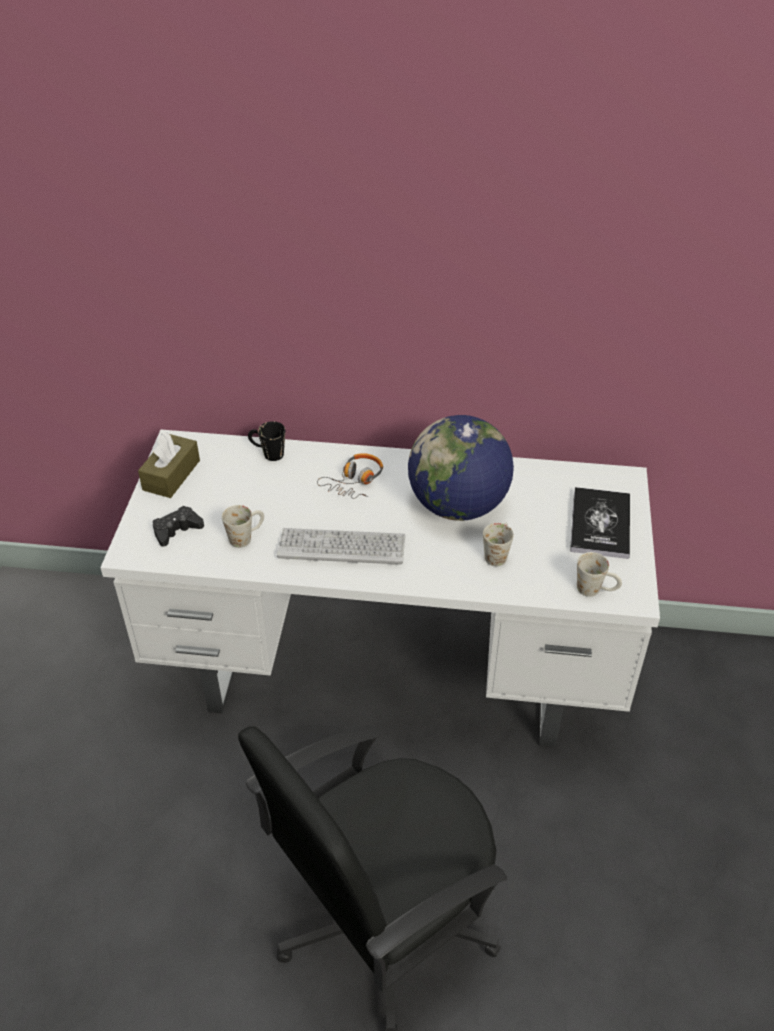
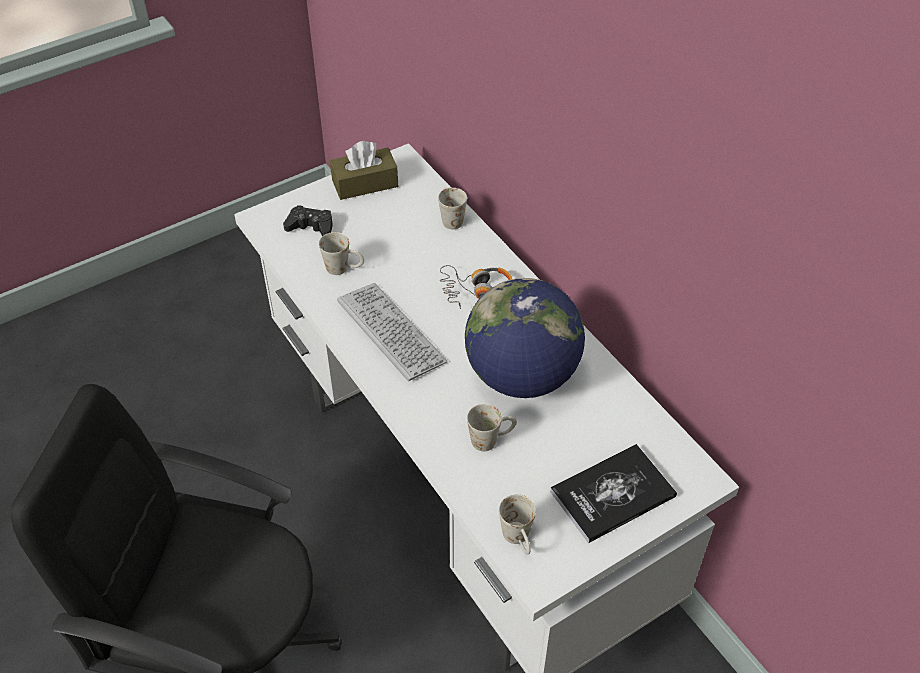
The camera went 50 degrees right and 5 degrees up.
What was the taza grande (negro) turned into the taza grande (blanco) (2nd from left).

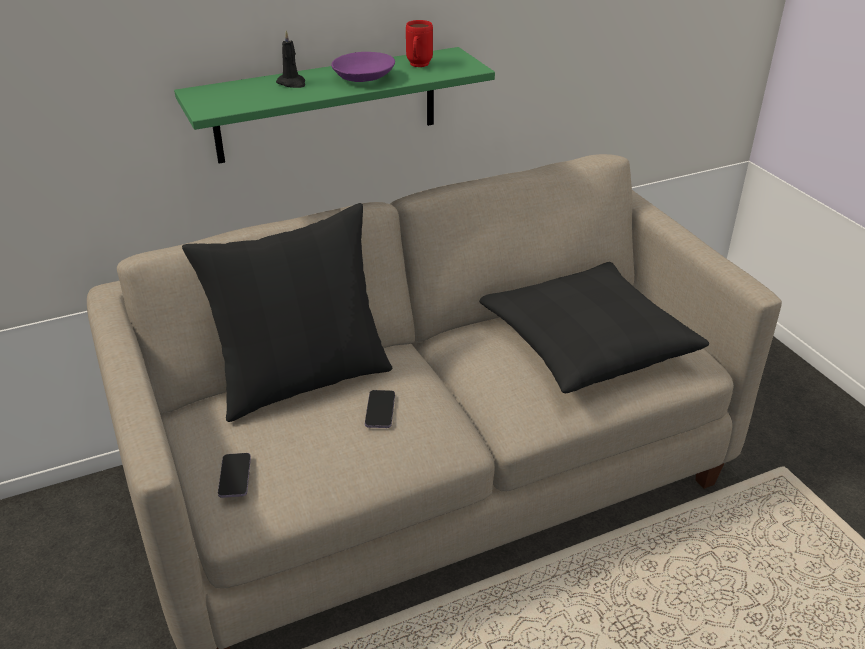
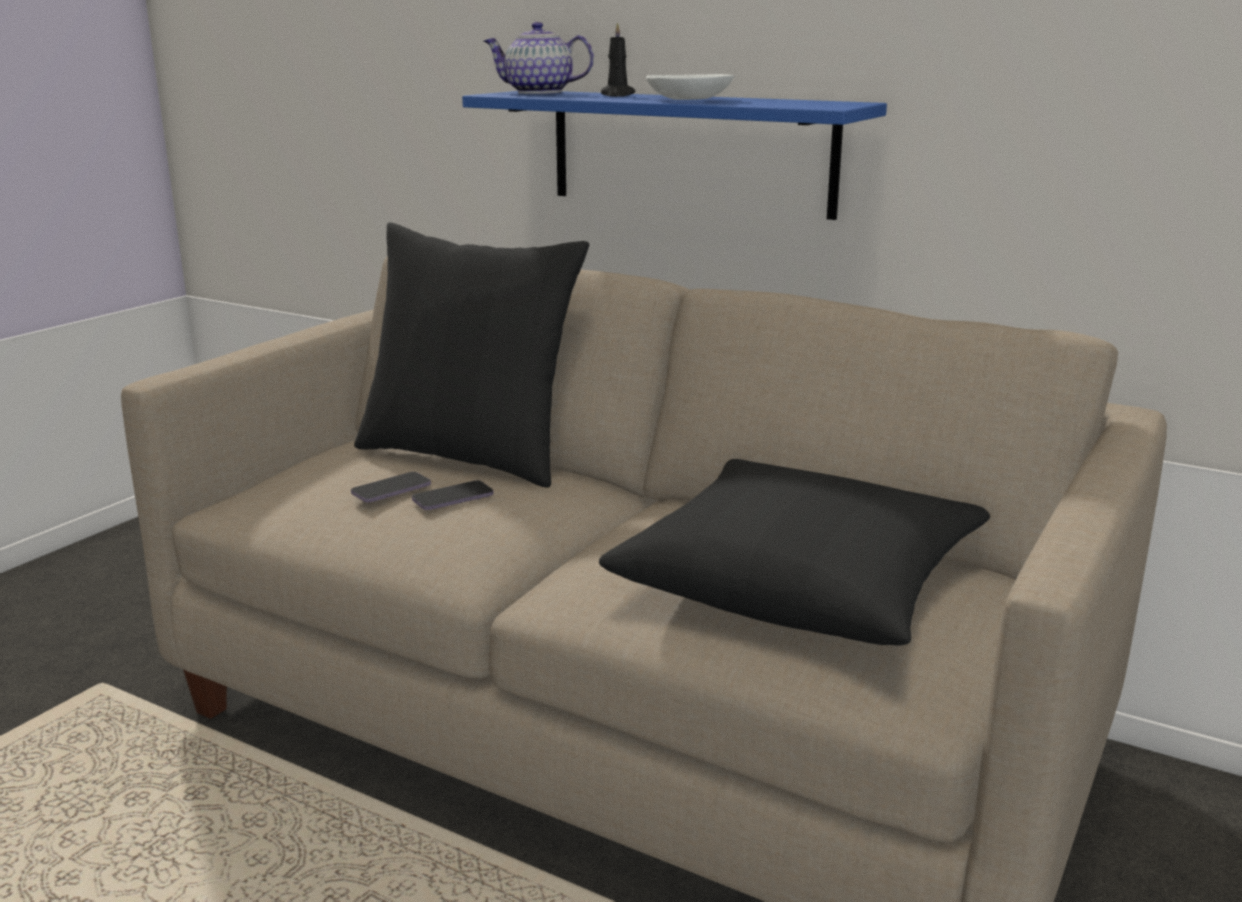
The camera went 55 degrees right and 15 degrees down.
What was the estante (verde) turned into the estante (azul).
The móvil (1st from left) ended up elsewhere.
What was the cuenco (morado) turned into the cuenco (blanco).
The second view lost the taza grande (rojo).
The second view gained the tetera.

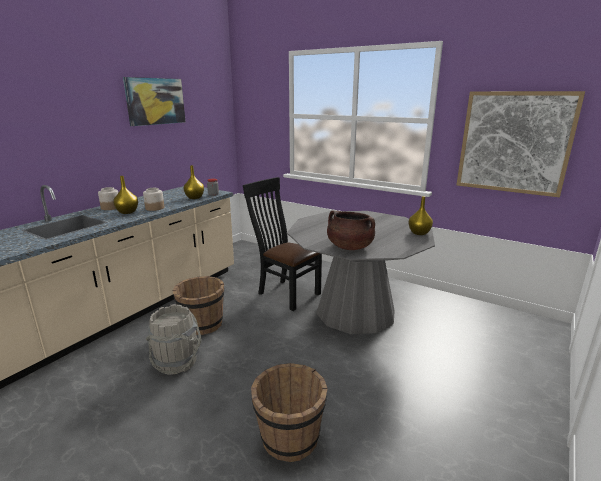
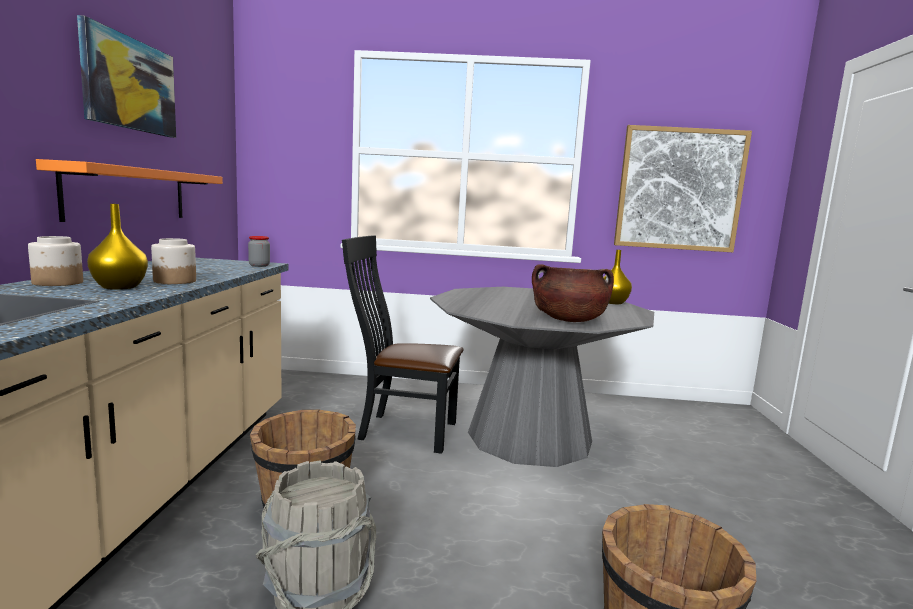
The camera went 30 degrees left and 10 degrees down.
The second view lost the florero (amarillo) (2nd from left).
The second view gained the estante (naranja).

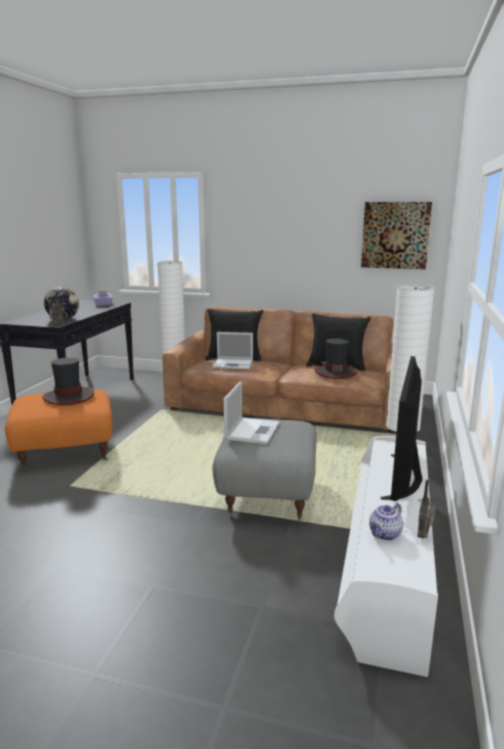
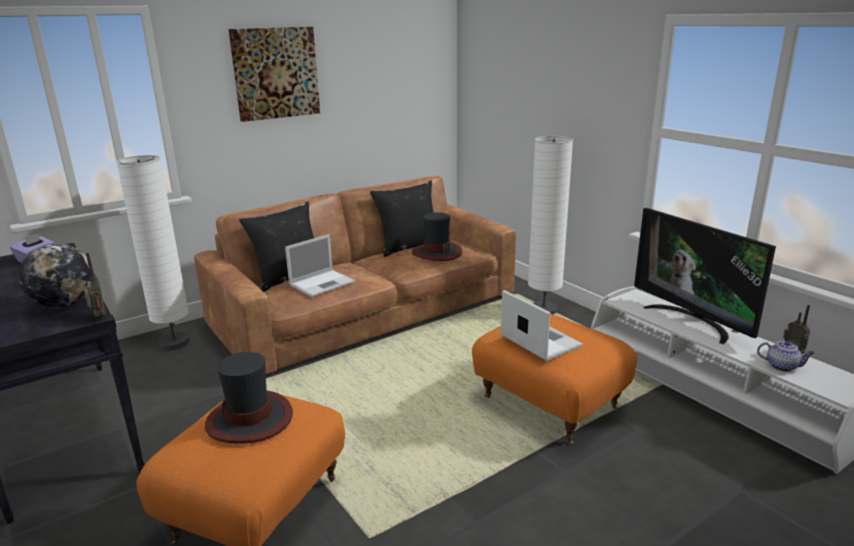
The camera went 50 degrees left and 5 degrees up.
What was the puf (gris) turned into the puf (naranja) (2nd from left).
The cuadro ended up elsewhere.
The tetera ended up facing another way, 60 degrees counterclockwise from before.

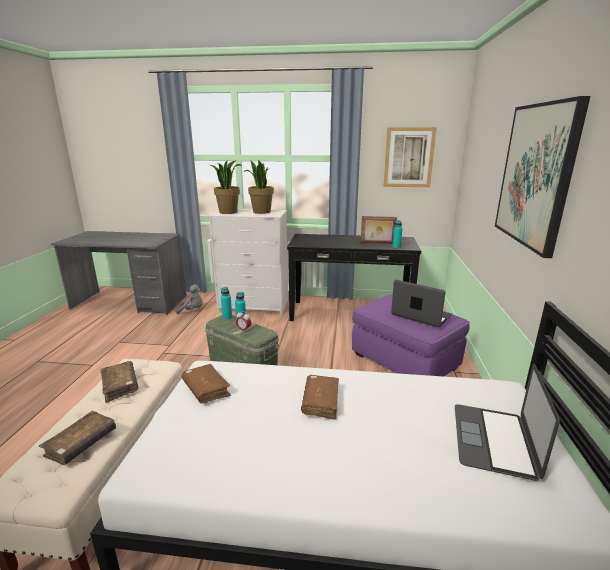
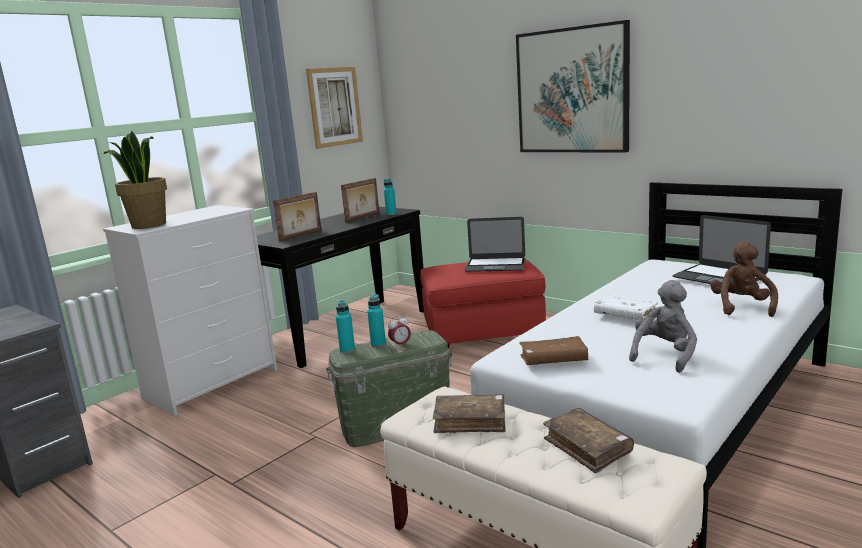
The camera went 55 degrees left and 5 degrees down.
The peluche (gris) ended up elsewhere.
The second view lost the planta en maceta (2nd from left).
What was the libro (marrón) (4th from left) turned into the libro (blanco).
What was the puf (morado) turned into the puf (rojo).
The portátil (1st from left) ended up facing another way, 150 degrees counterclockwise from before.
The second view gained the portarretratos (1st from left).
The second view gained the peluche (marrón).

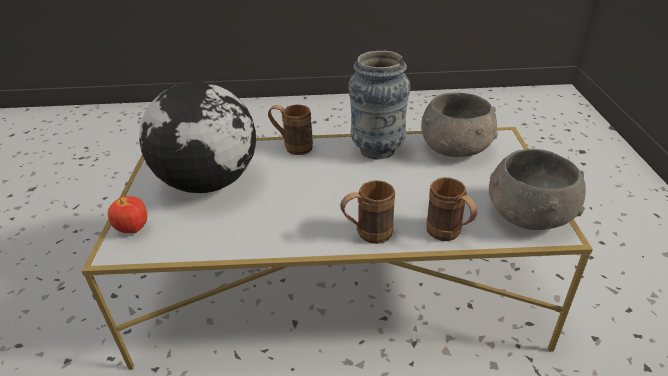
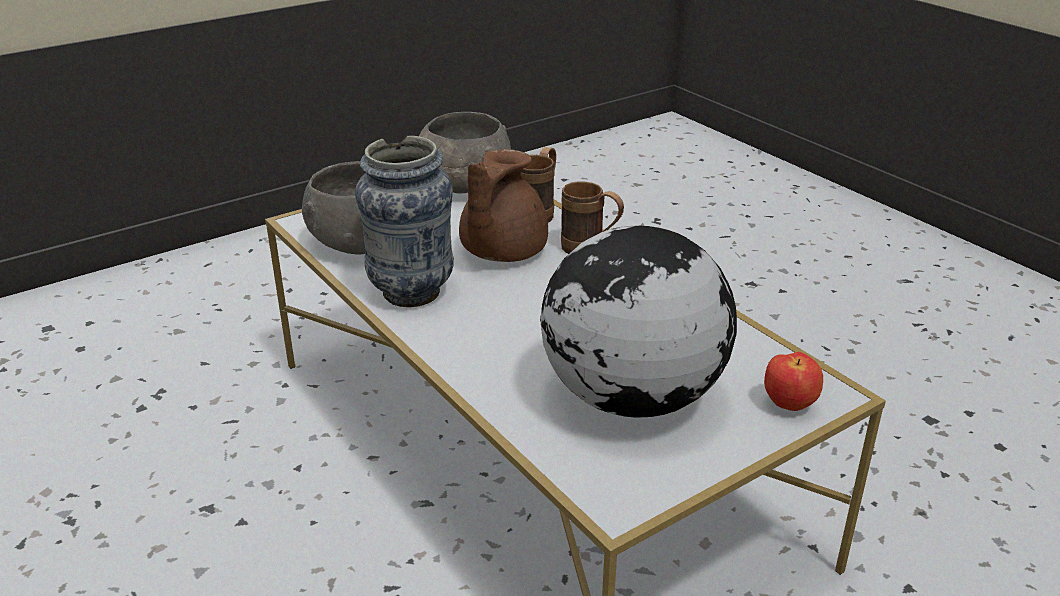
The camera went 125 degrees left and 5 degrees down.
The second view lost the taza grande (marrón) (1st from left).
The second view gained the tetera (marrón).

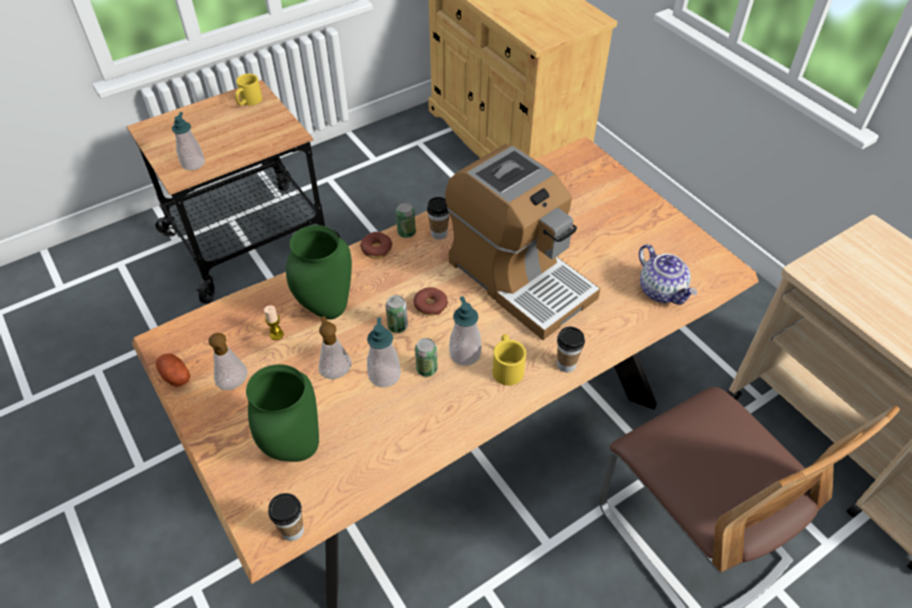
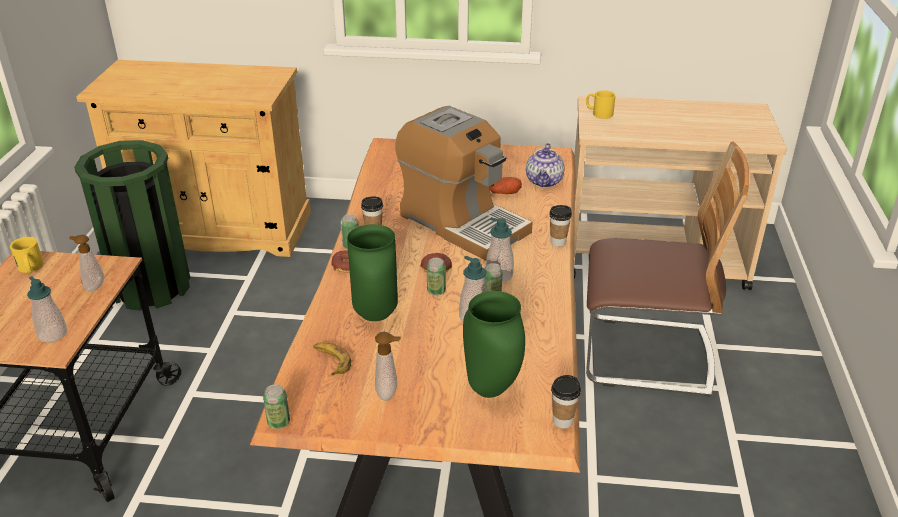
The camera went 50 degrees left and 15 degrees down.
The patata ended up elsewhere.
The second view lost the vela.
The dispensador de jabón (3rd from left in the first image) ended up elsewhere.
The cafetera ended up facing another way, 45 degrees clockwise from before.
The taza grande (amarillo) (2nd from left) ended up elsewhere.
The tetera ended up facing another way, 90 degrees clockwise from before.
The second view gained the papelera (verde).
The second view gained the lata (1st from left).
The second view gained the plátano.

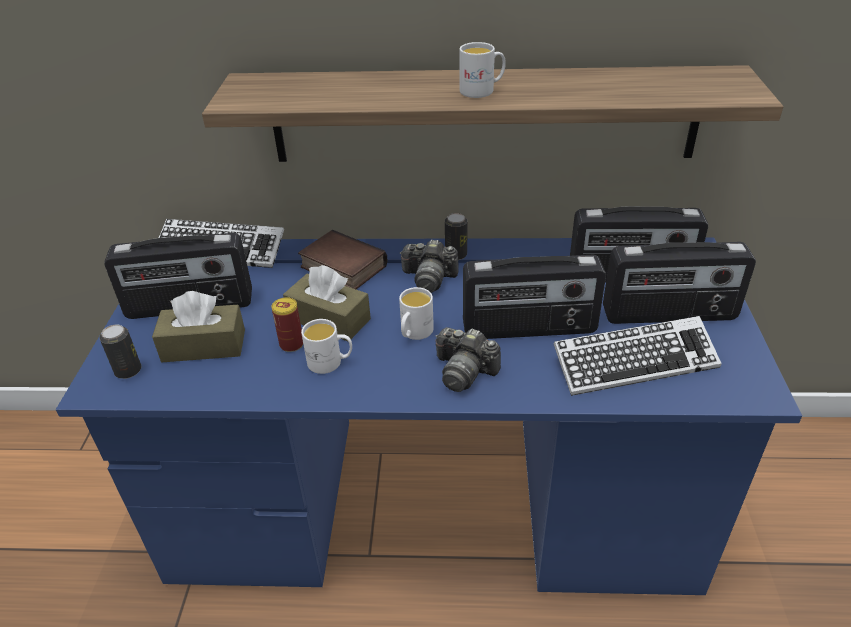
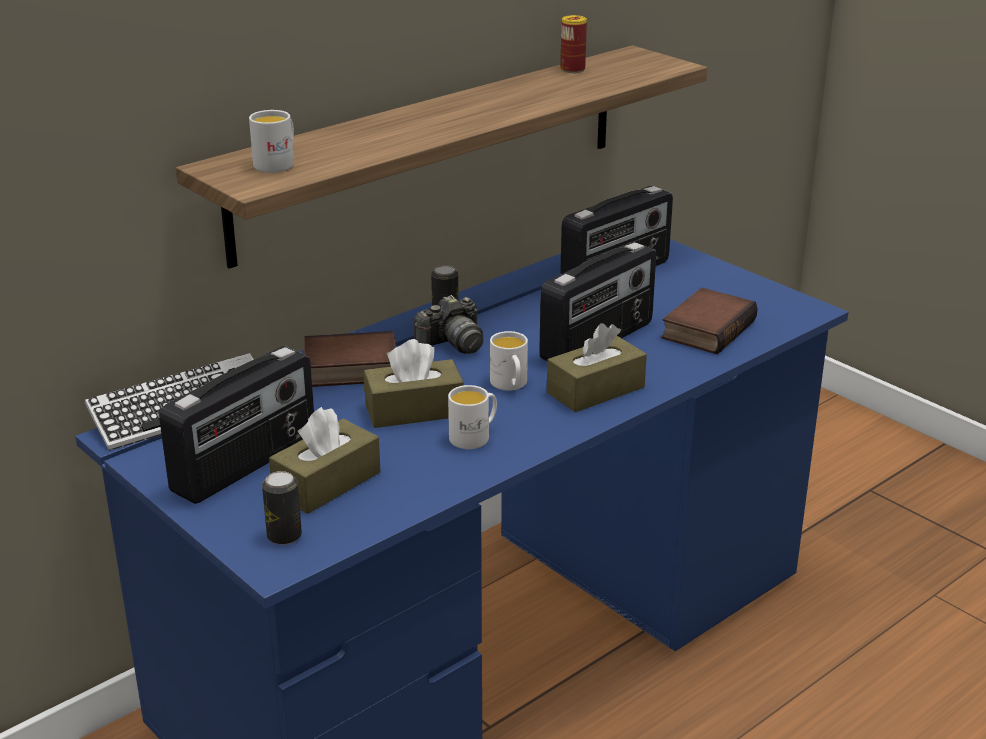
The camera went 45 degrees left and 10 degrees down.
The lata (2nd from left in the first image) ended up elsewhere.
Where the cámara (2nd from left) stood, the caja de pañuelos (marrón) (3rd from left) came to stand.
The taza grande (blanco) (3rd from left in the first image) ended up elsewhere.
Where the teclado (2nd from left) stood, the libro (2nd from left) came to stand.
The second view lost the radio (4th from left).

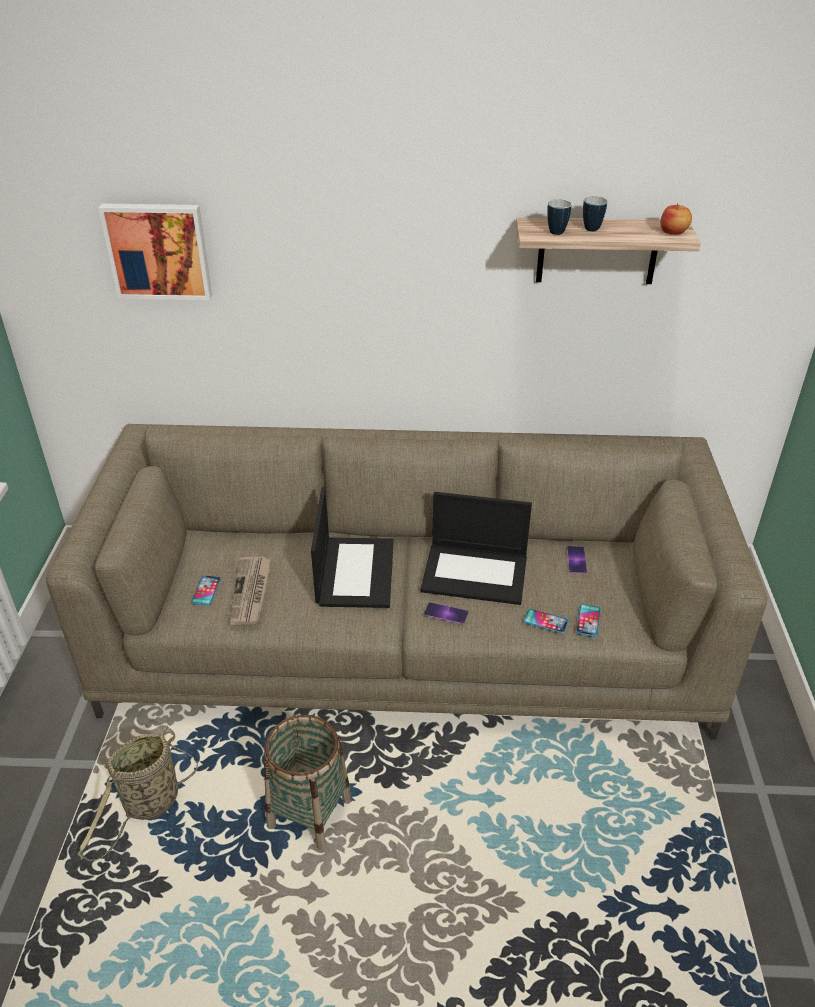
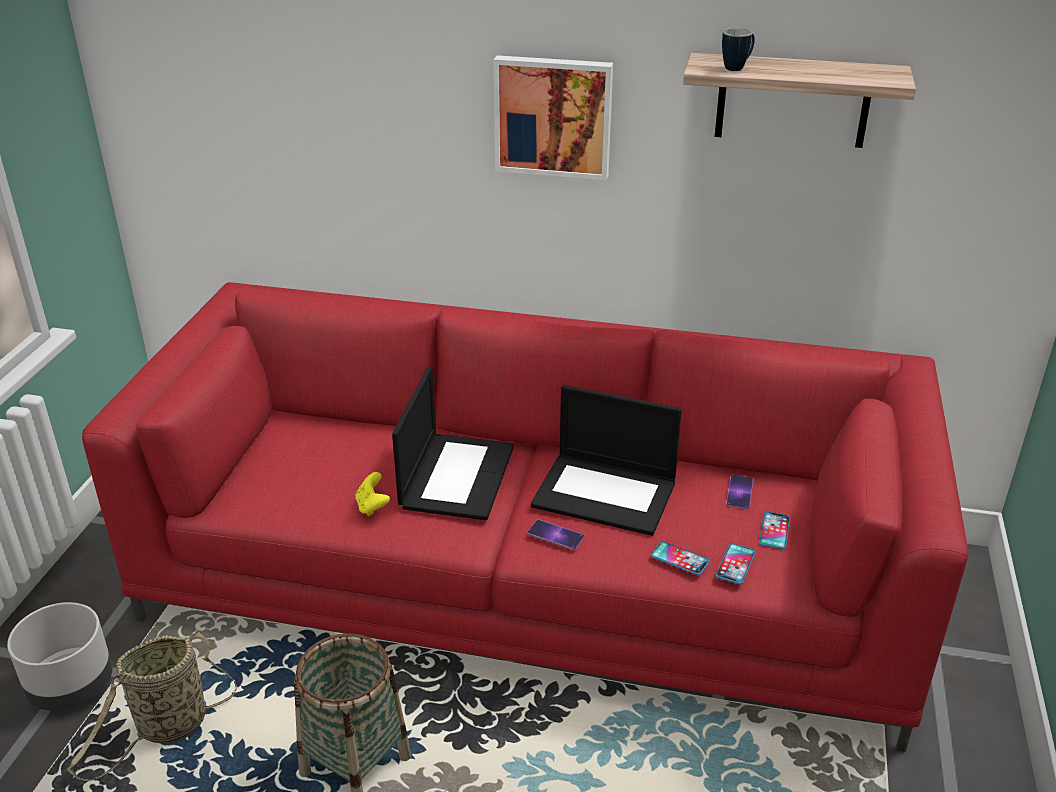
The camera went 10 degrees right and 5 degrees down.
What was the sofá (beis) turned into the sofá (rojo).
The cuadro ended up elsewhere.
The móvil (1st from left in the first image) ended up elsewhere.
The second view lost the periódico.
The second view lost the taza grande (2nd from left).
The second view lost the manzana.
The second view gained the maceta (gris).
The second view gained the mando de consola (amarillo).

